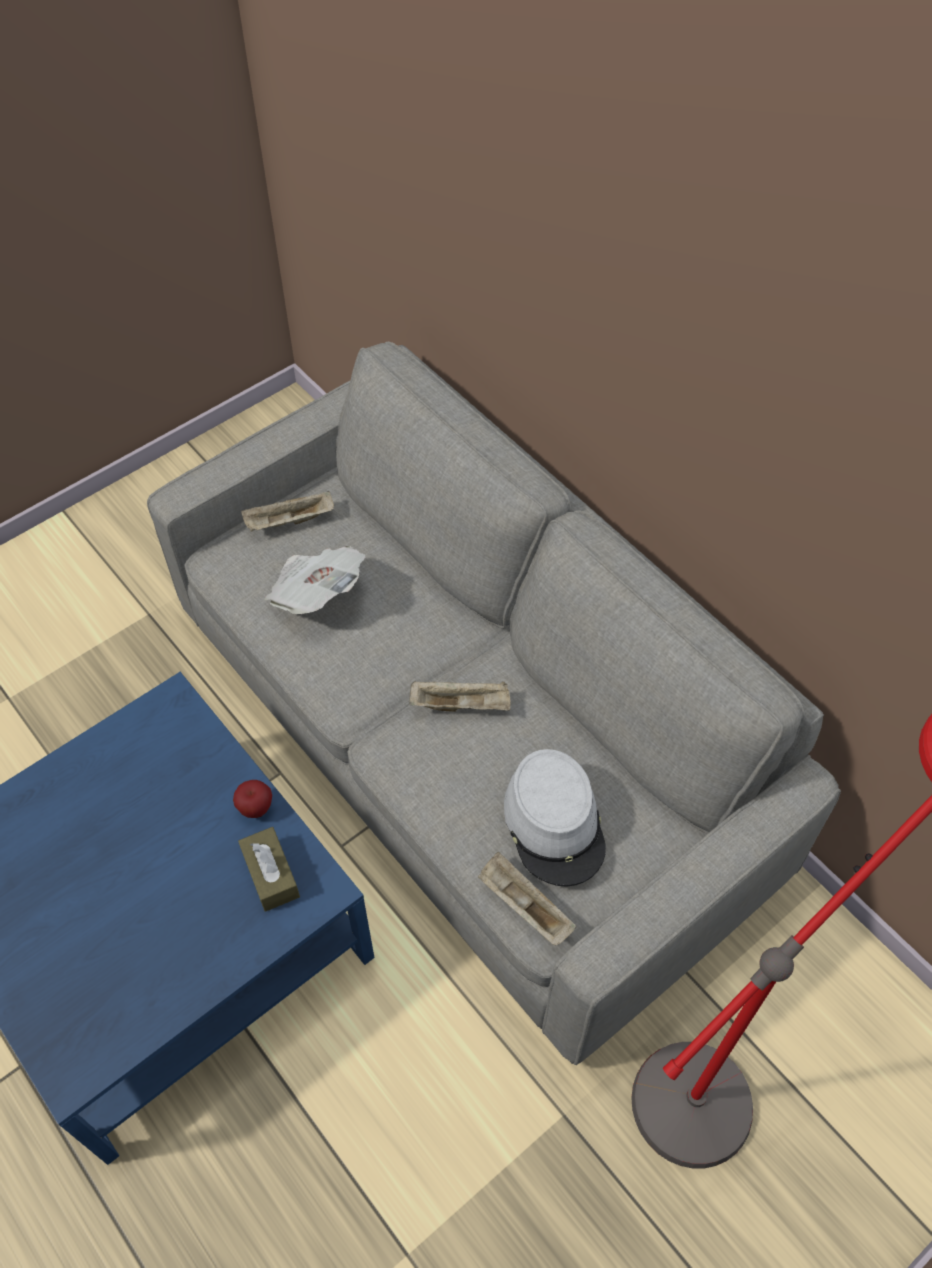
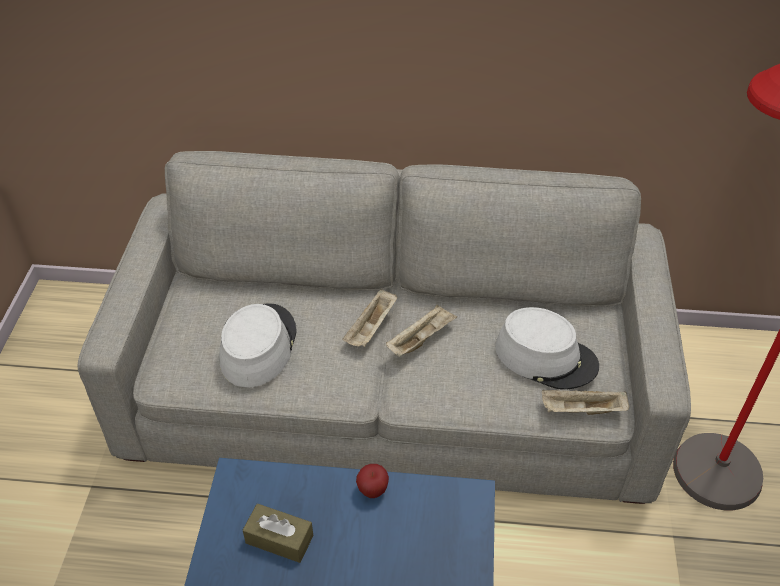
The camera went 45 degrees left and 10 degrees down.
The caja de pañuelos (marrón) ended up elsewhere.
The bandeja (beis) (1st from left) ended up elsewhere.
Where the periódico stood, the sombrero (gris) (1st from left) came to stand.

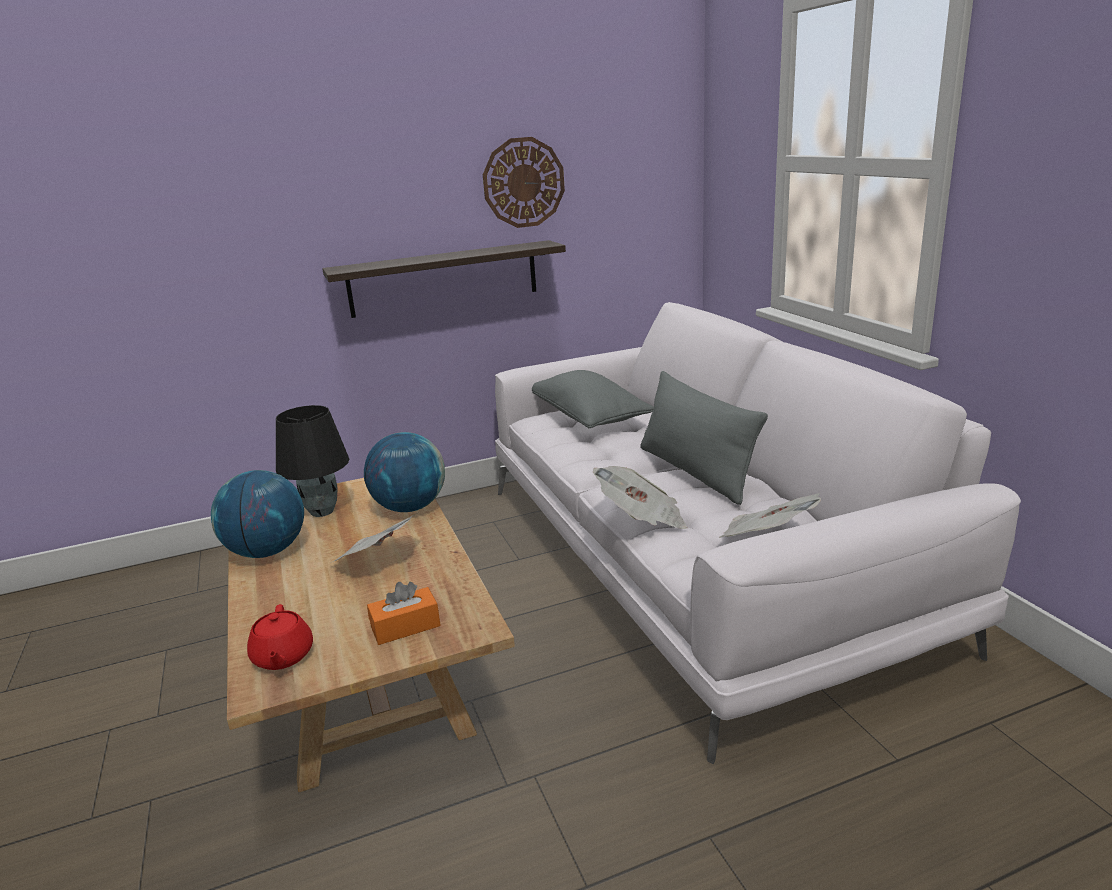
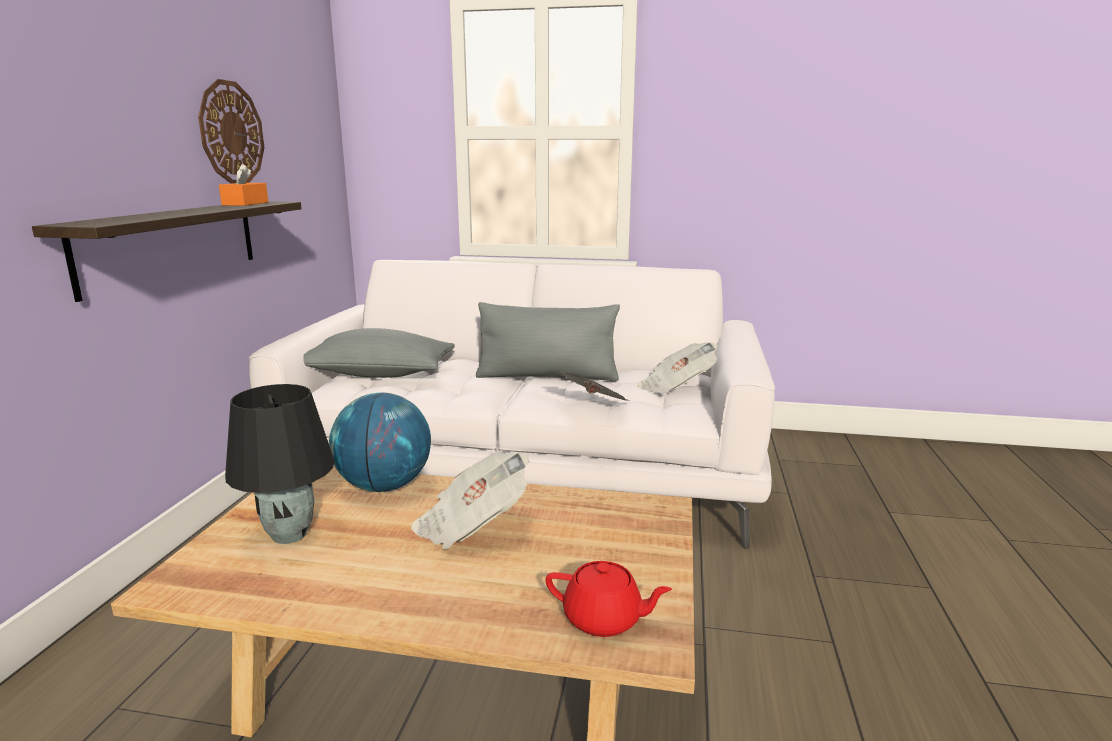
The camera went 60 degrees left and 5 degrees down.
The second view lost the globo terráqueo (1st from left).
The caja de pañuelos (naranja) ended up elsewhere.

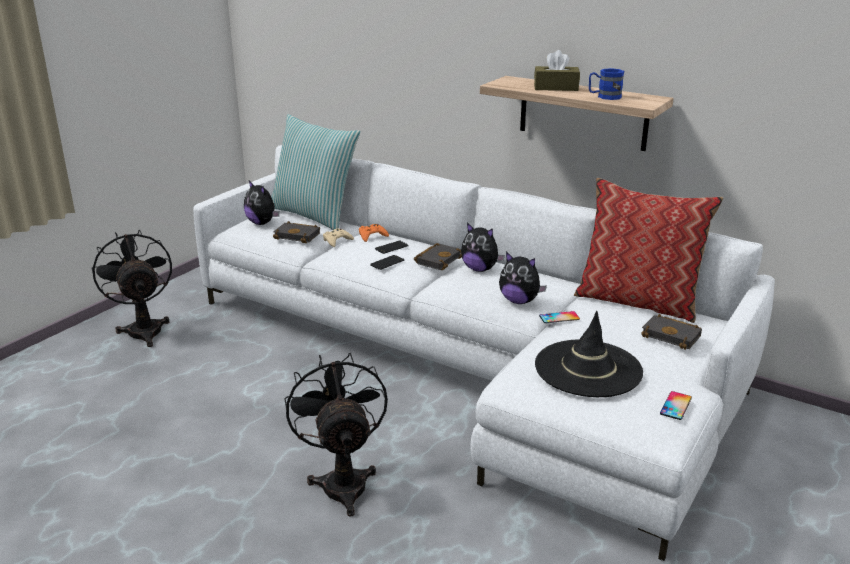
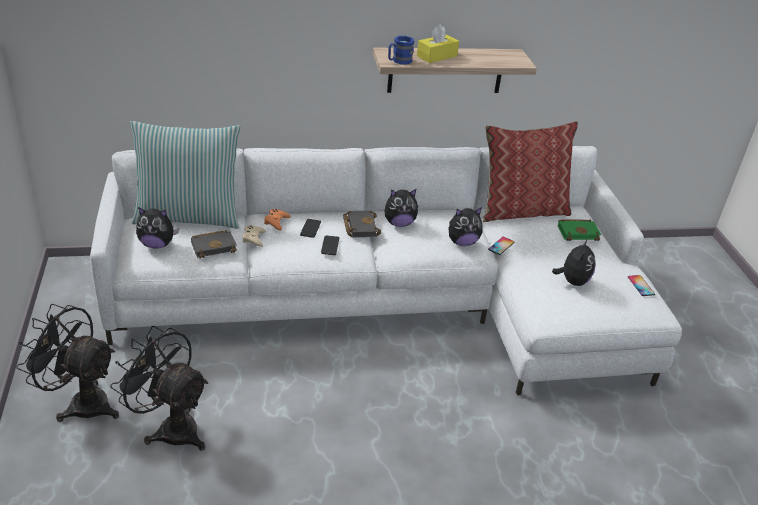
The camera went 45 degrees left and 10 degrees up.
The ventilador (negro) (2nd from left) ended up elsewhere.
What was the caja de pañuelos (marrón) turned into the caja de pañuelos (amarillo).
Where the sombrero (negro) stood, the peluche (4th from left) came to stand.
The taza grande (azul) ended up elsewhere.
What was the libro (negro) (3rd from left) turned into the libro (verde).

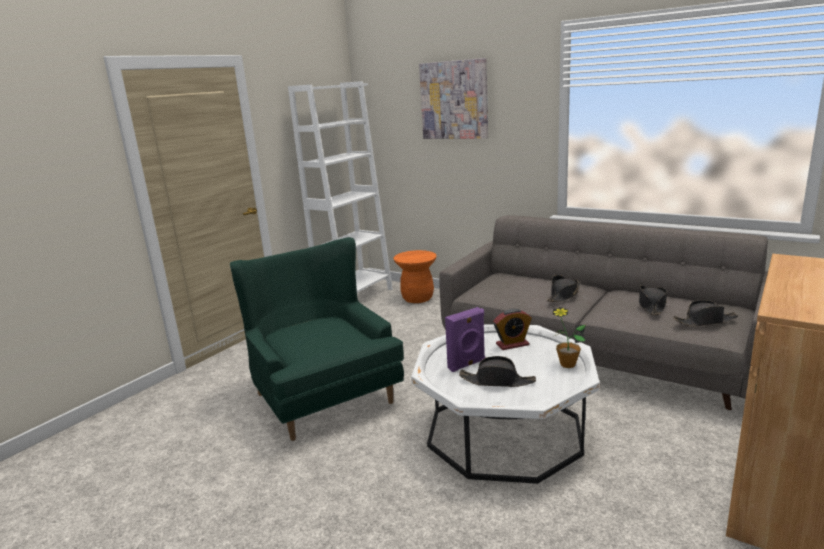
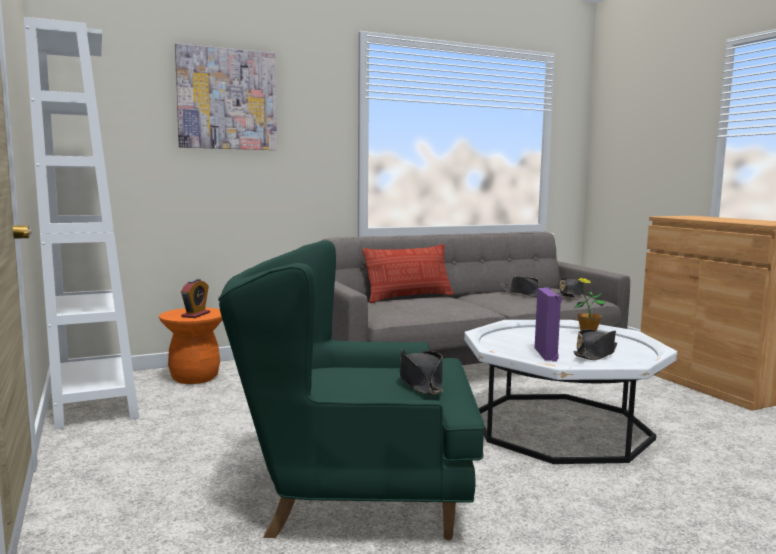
The camera went 60 degrees left and 10 degrees down.
The despertador ended up elsewhere.
The sombrero (negro) (2nd from left in the first image) ended up elsewhere.
The second view gained the cojín.

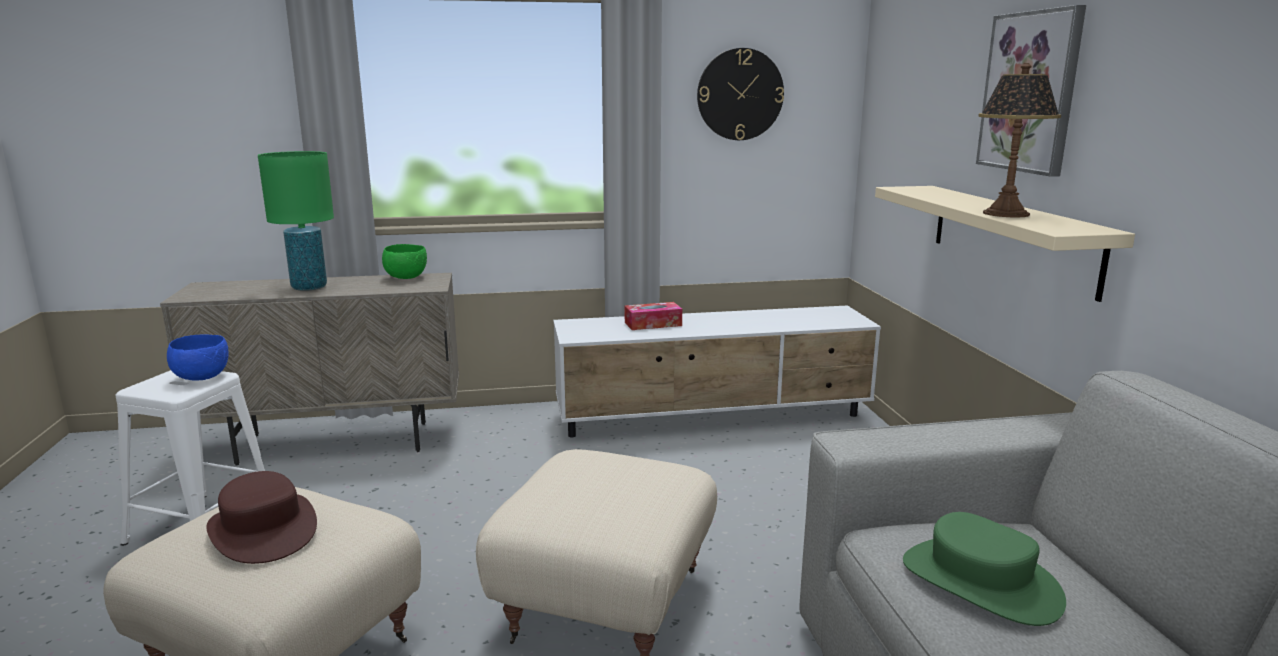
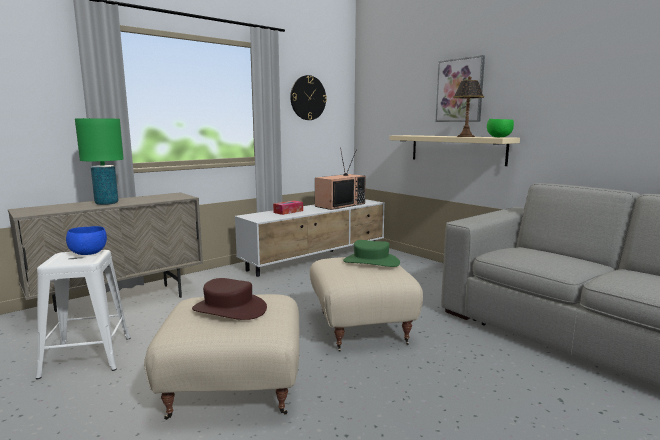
The camera went 30 degrees left and 5 degrees down.
The cuenco (verde) ended up elsewhere.
The sombrero (verde) ended up elsewhere.
The second view gained the televisor.

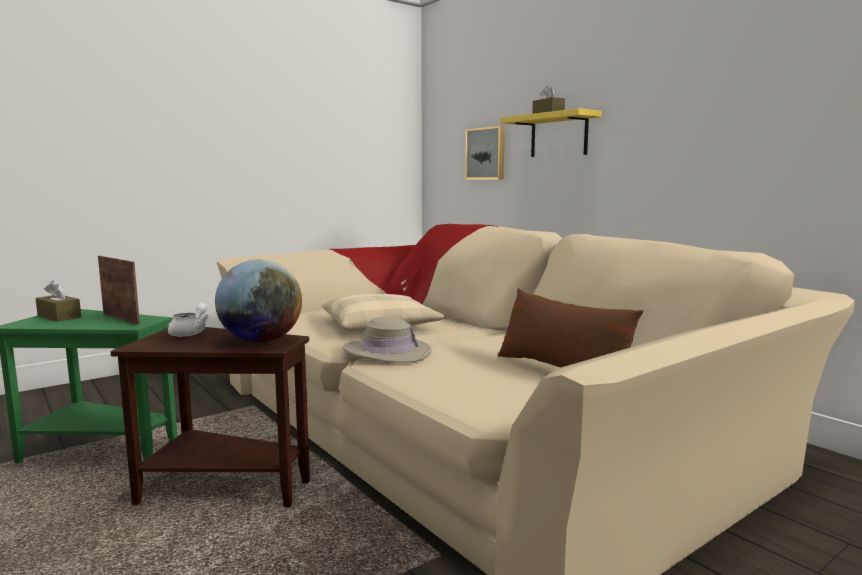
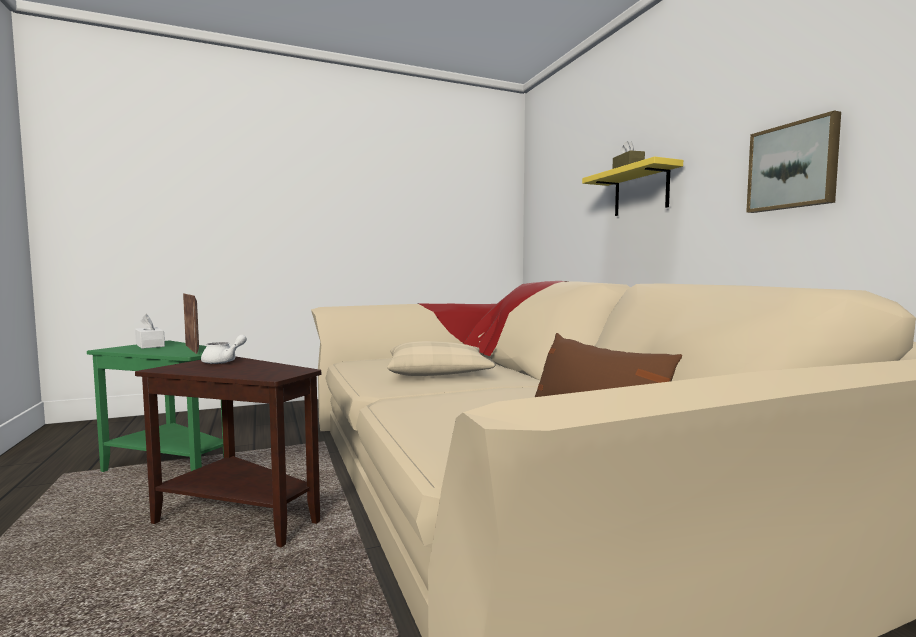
The camera went 15 degrees right and 5 degrees down.
What was the caja de pañuelos (marrón) (1st from left) turned into the caja de pañuelos (blanco).
The second view lost the globo terráqueo.
The second view lost the sombrero (beis).
The cuadro ended up elsewhere.

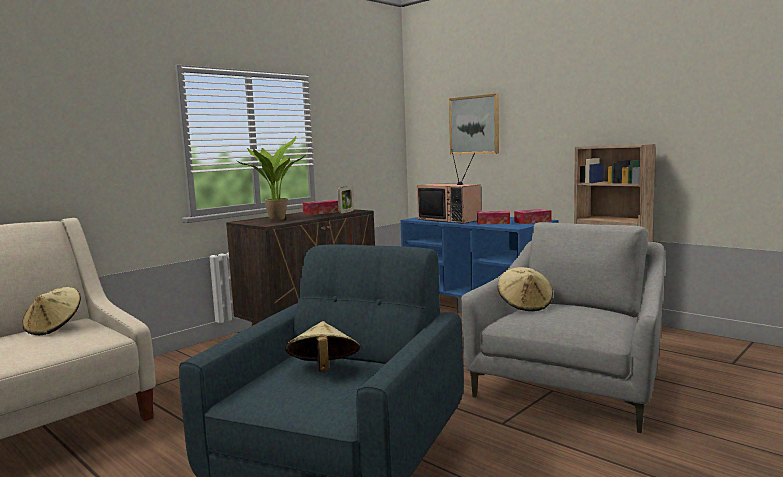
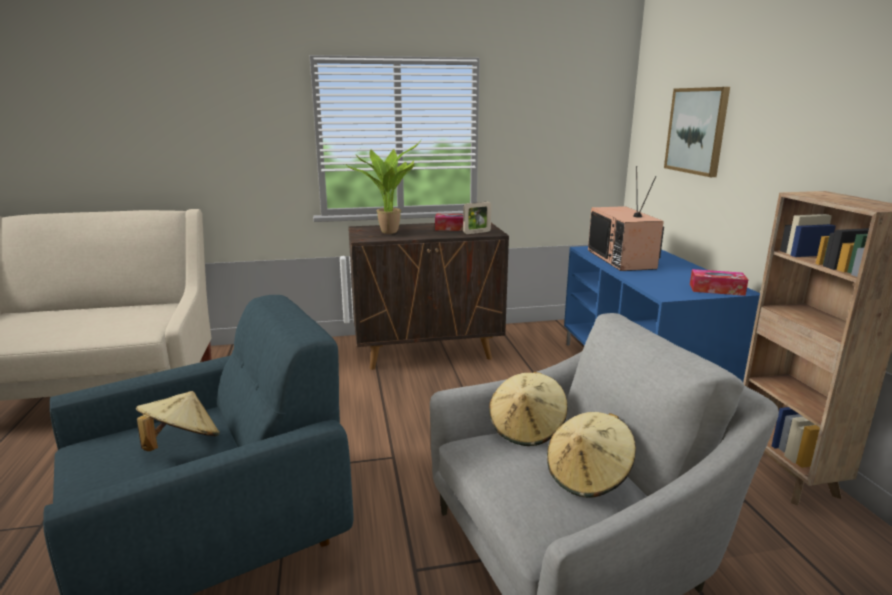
The camera went 35 degrees right and 10 degrees up.
The sombrero (beis) (1st from left in the first image) ended up elsewhere.
The second view lost the caja de pañuelos (2nd from left).

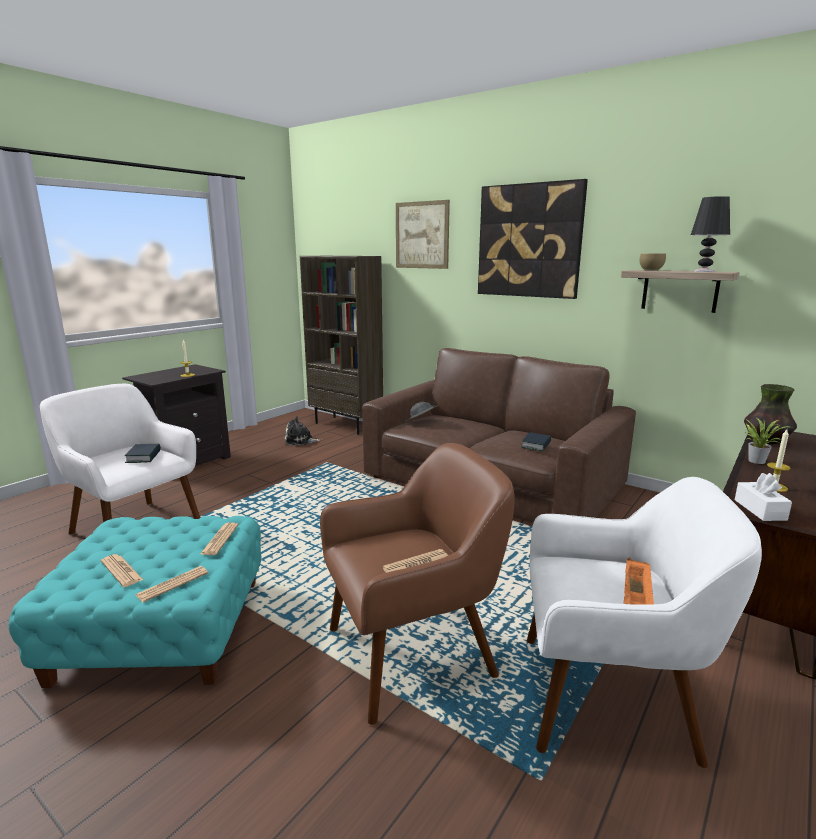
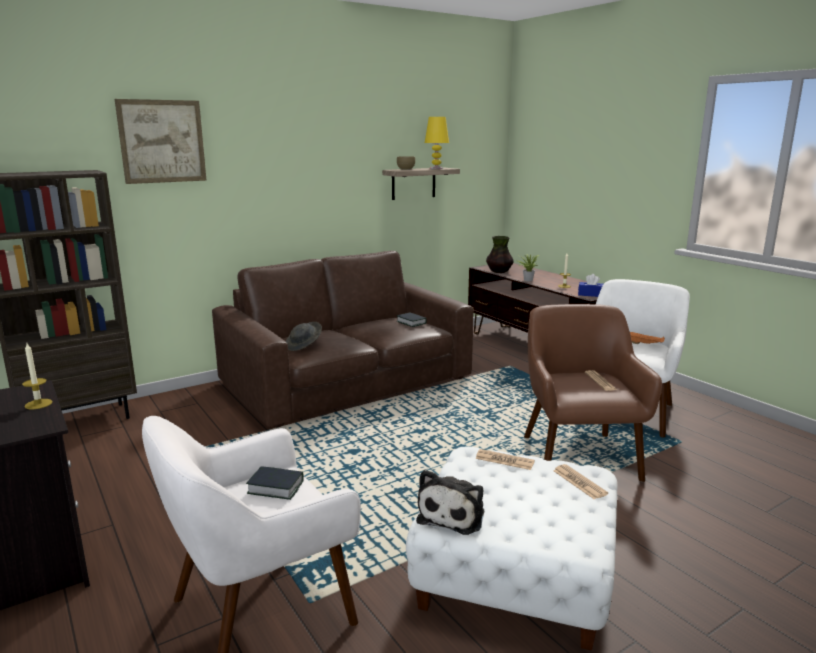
The camera went 70 degrees left and 0 degrees up.
What was the puf (turquesa) turned into the puf (blanco).
The second view lost the periódico (1st from left).
The peluche ended up elsewhere.
The second view lost the cuadro (2nd from left).
What was the lámpara de mesa (negro) turned into the lámpara de mesa (amarillo).
What was the caja de pañuelos (blanco) turned into the caja de pañuelos (azul).

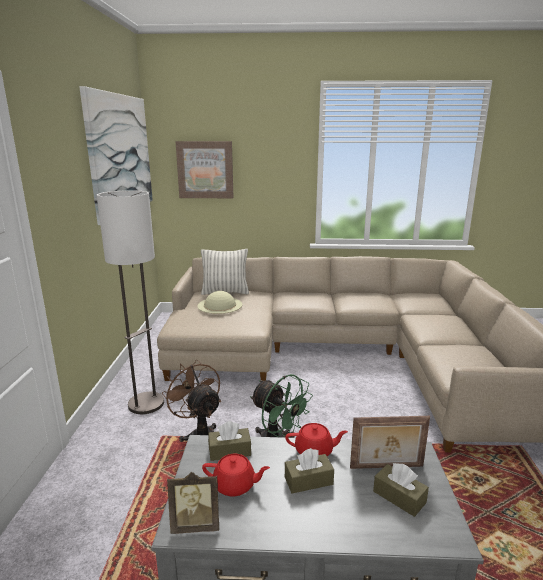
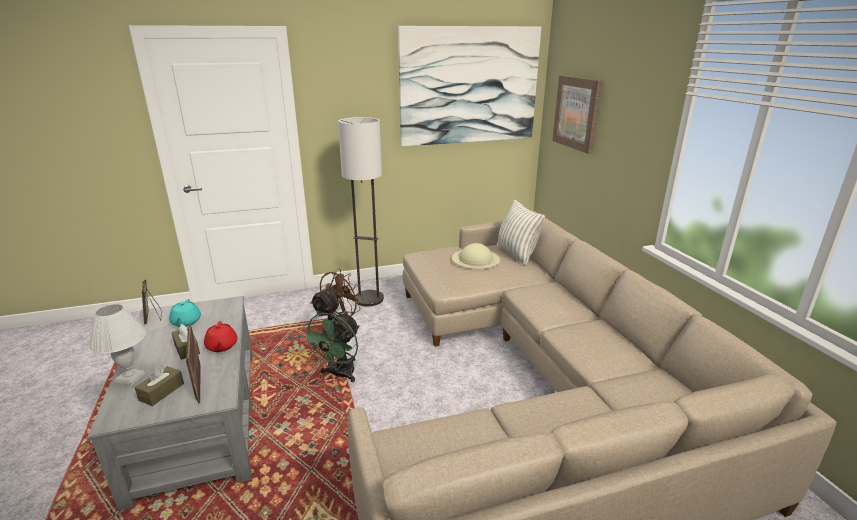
The camera went 70 degrees right and 5 degrees up.
What was the tetera (rojo) (1st from left) turned into the tetera (turquesa).
The second view lost the caja de pañuelos (marrón) (1st from left).
The second view gained the lámpara de mesa (blanco).

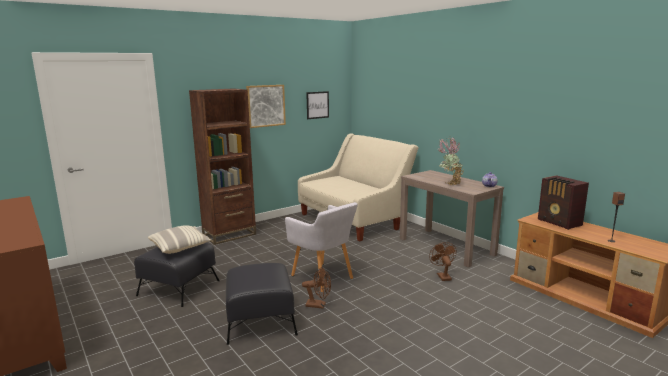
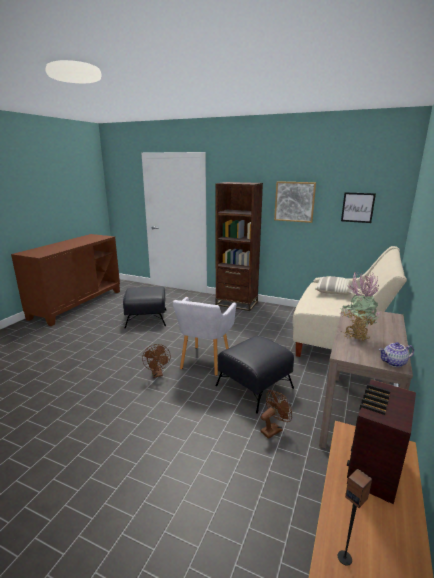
The camera went 60 degrees right and 5 degrees up.
The cojín ended up elsewhere.
The puf (negro) (2nd from left) ended up elsewhere.

